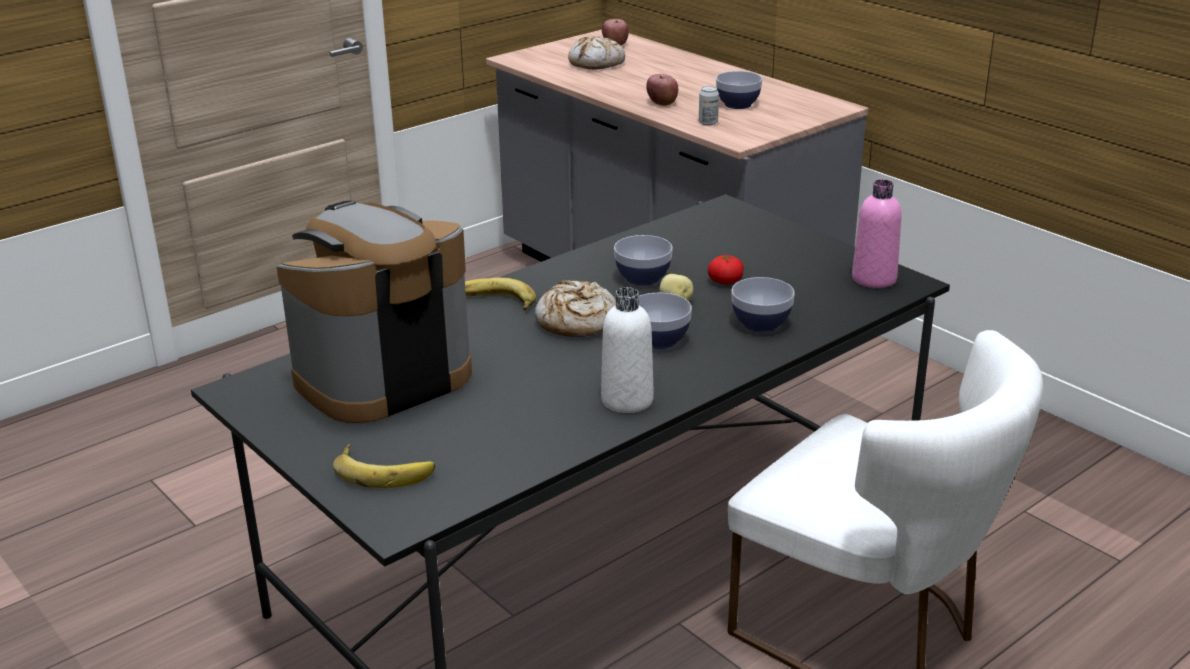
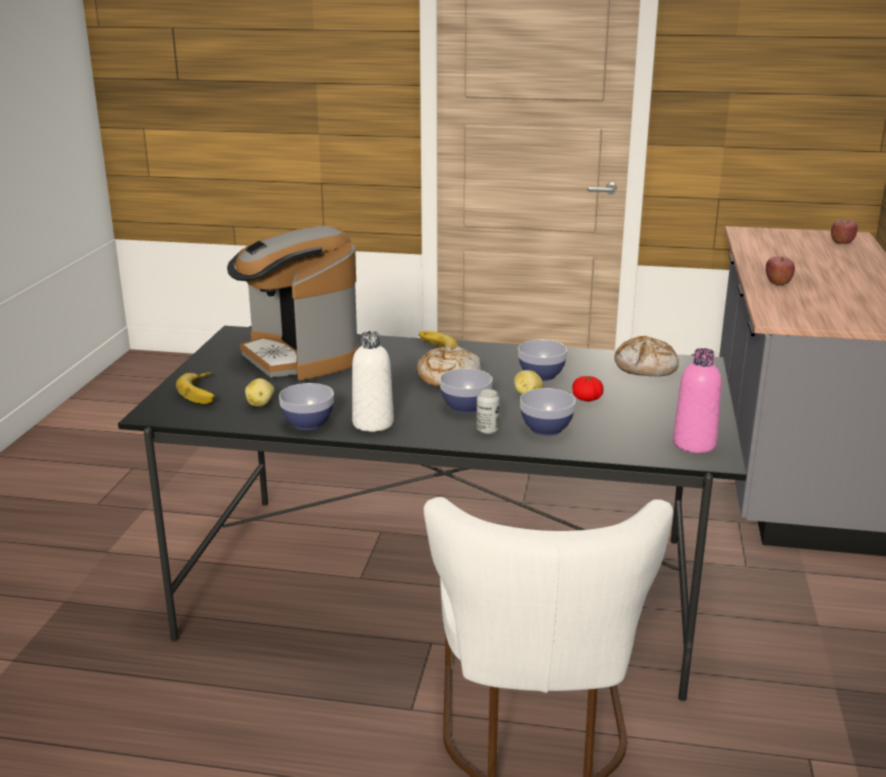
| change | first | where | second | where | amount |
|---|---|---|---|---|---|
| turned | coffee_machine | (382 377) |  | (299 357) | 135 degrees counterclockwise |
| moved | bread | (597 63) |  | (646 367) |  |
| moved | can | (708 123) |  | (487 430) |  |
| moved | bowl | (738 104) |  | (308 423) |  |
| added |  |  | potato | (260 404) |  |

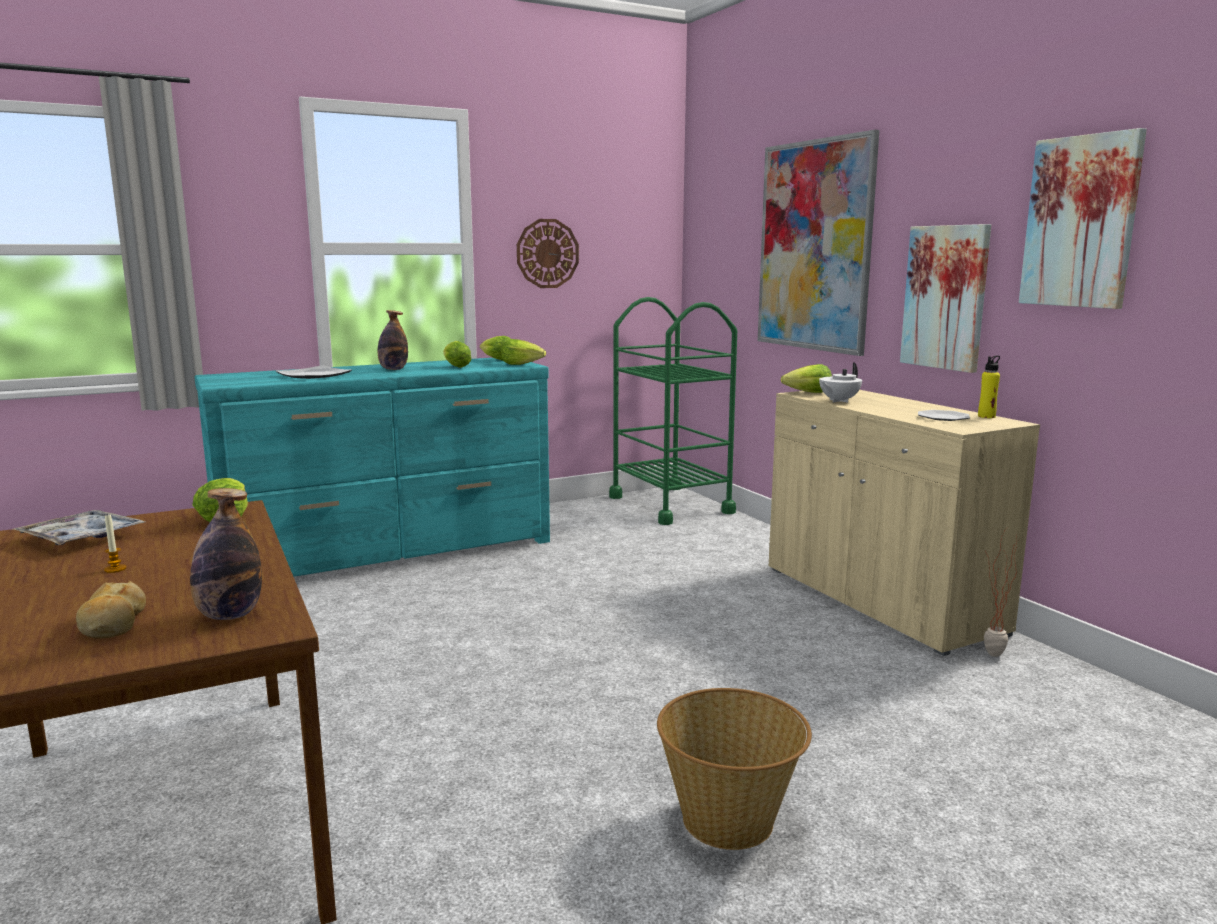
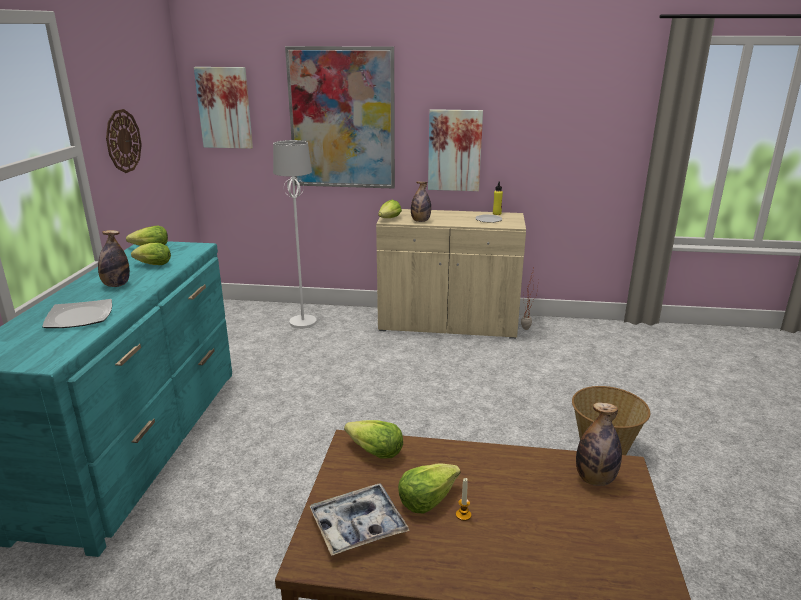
| change | first | where | second | where | amount |
|---|---|---|---|---|---|
| removed | bread | (113 623) |  |  |  |
| moved | lettuce | (522 364) |  | (427 499) |  |
| removed | green_cart | (670 505) |  |  |  |
| replaced | white_teapot | (838 401) | bottle | (420 221) |  |
| moved | picture | (1081 222) |  | (224 108) |  |
| added |  |  | white_floor_lamp | (302 322) |  |

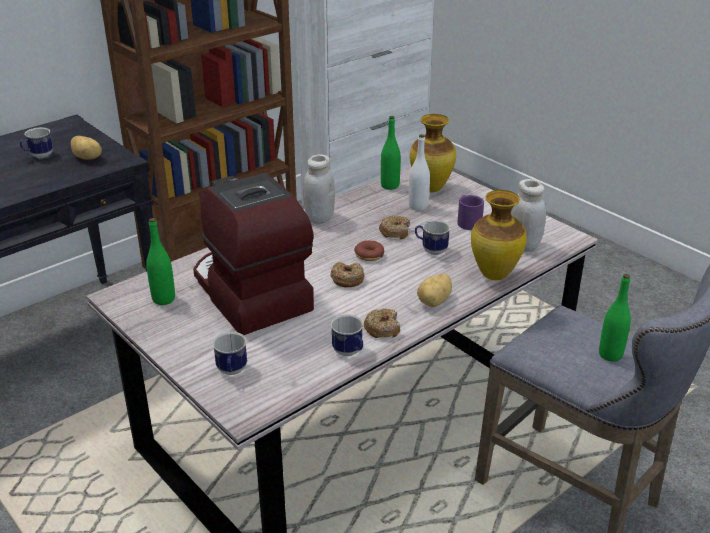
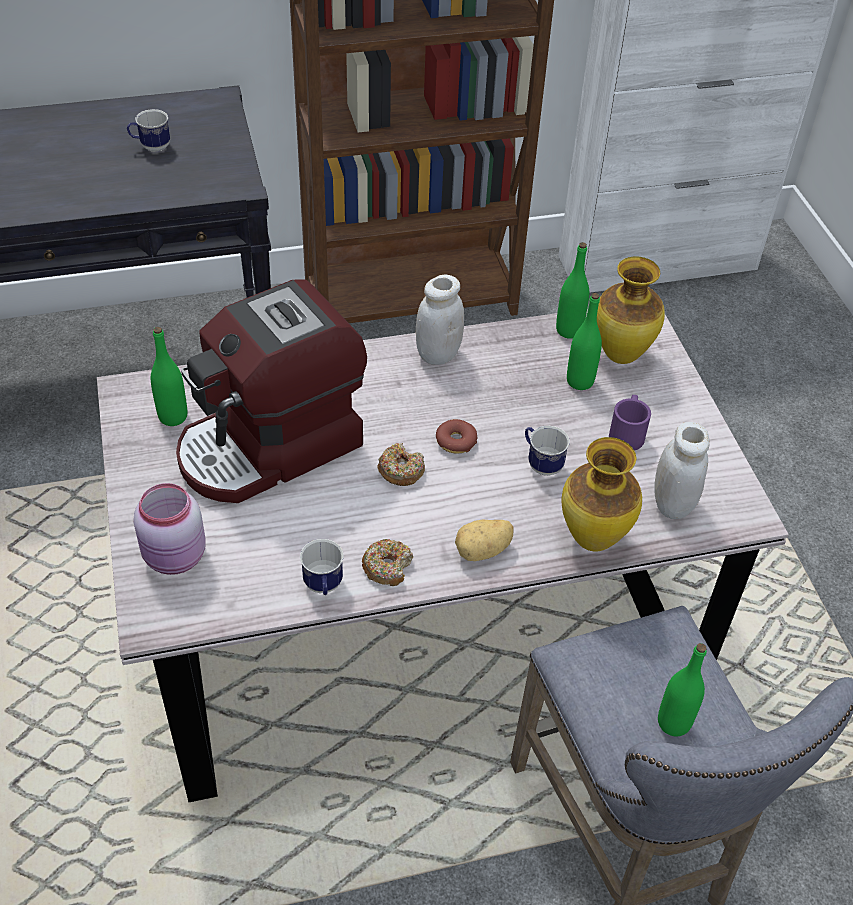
| change | first | where | second | where | amount |
|---|---|---|---|---|---|
| removed | potato | (88 157) |  |  |  |
| turned | coffee_machine | (249 294) |  | (271 447) | 120 degrees counterclockwise |
| replaced | mug | (232 372) | pink_jar | (175 557) |  |
| removed | donut | (395 232) |  |  |  |
| recoloured | white_bottle | (418 206) | green_bottle | (580 381) |  |

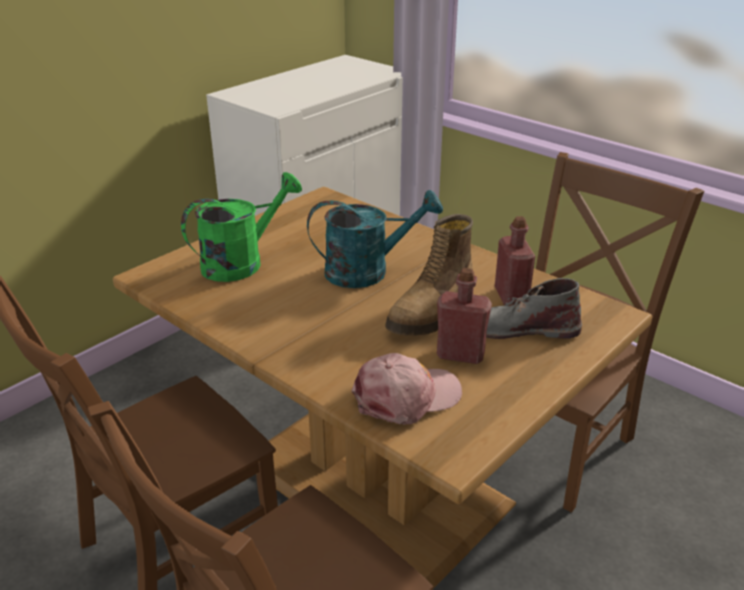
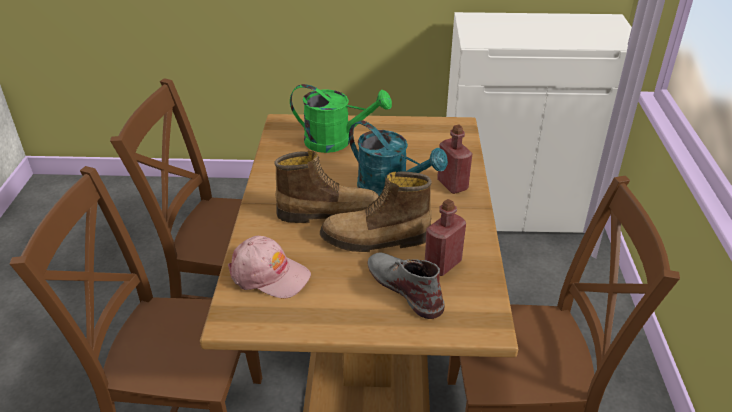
| change | first | where | second | where | amount |
|---|---|---|---|---|---|
| moved | red_bottle | (460 354) |  | (452 185) |  |
| added |  |  | boot | (330 213) |  |

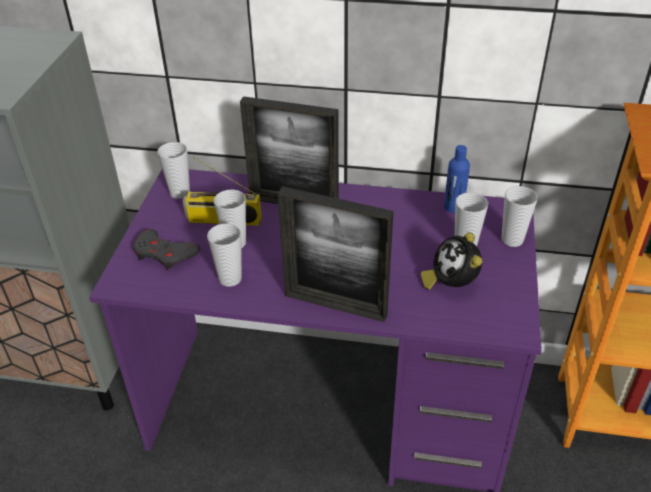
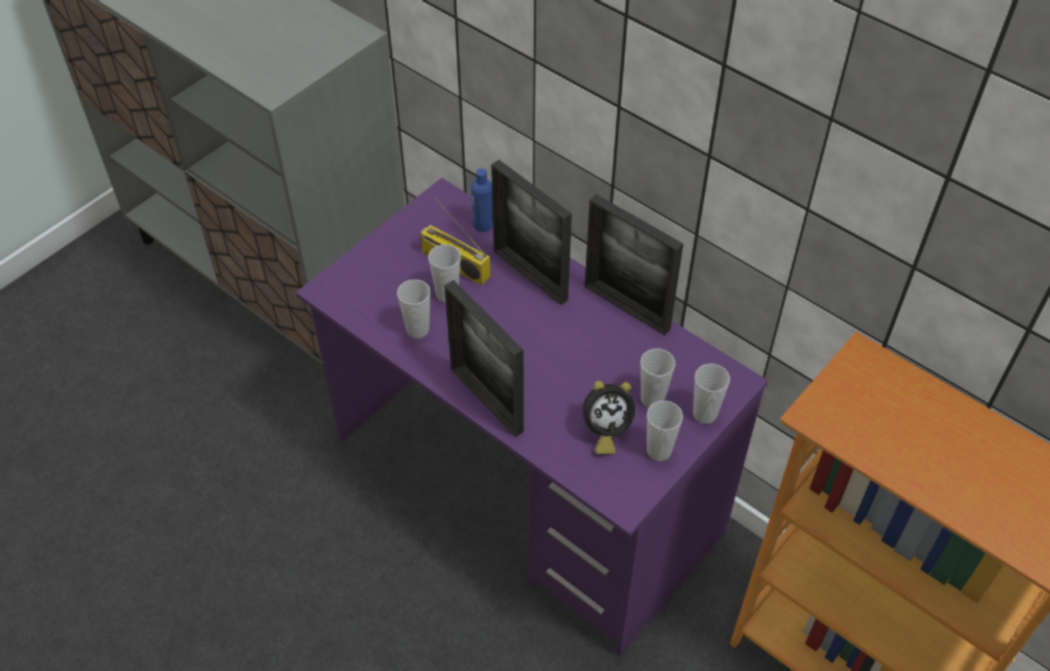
| change | first | where | second | where | amount |
|---|---|---|---|---|---|
| removed | grey_game_controller | (165 254) |  |  |  |
| moved | cup | (180 193) |  | (659 451) |  |
| turned | alarm_clock | (451 284) |  | (605 431) | 120 degrees counterclockwise |
| moved | blue_bottle | (453 207) |  | (483 225) |  |
| added |  |  | picture_frame | (626 307) |  |

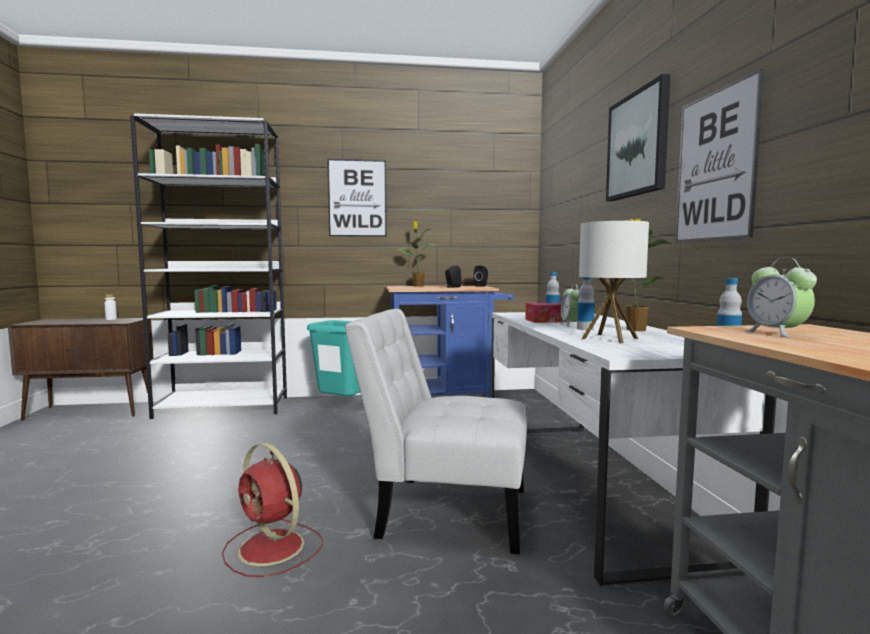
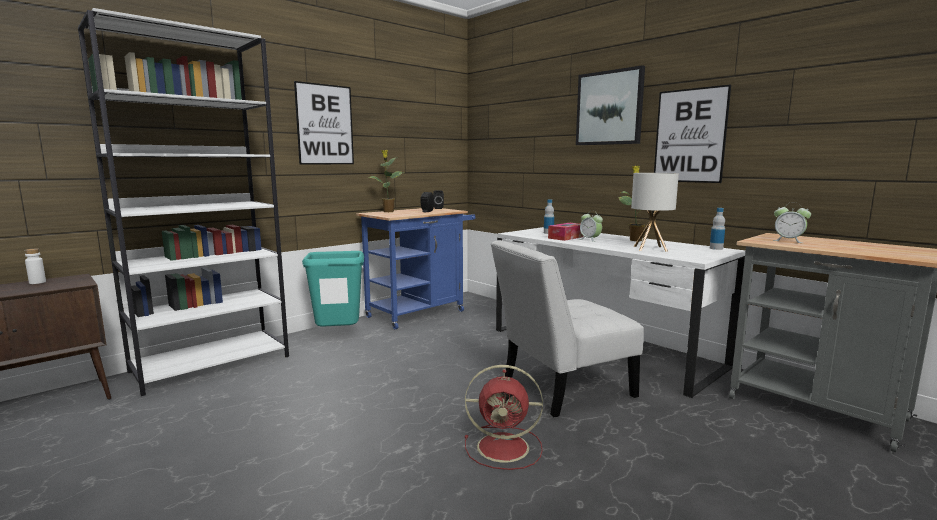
| change | first | where | second | where | amount |
|---|---|---|---|---|---|
| removed | bottle | (585 329) |  |  |  |

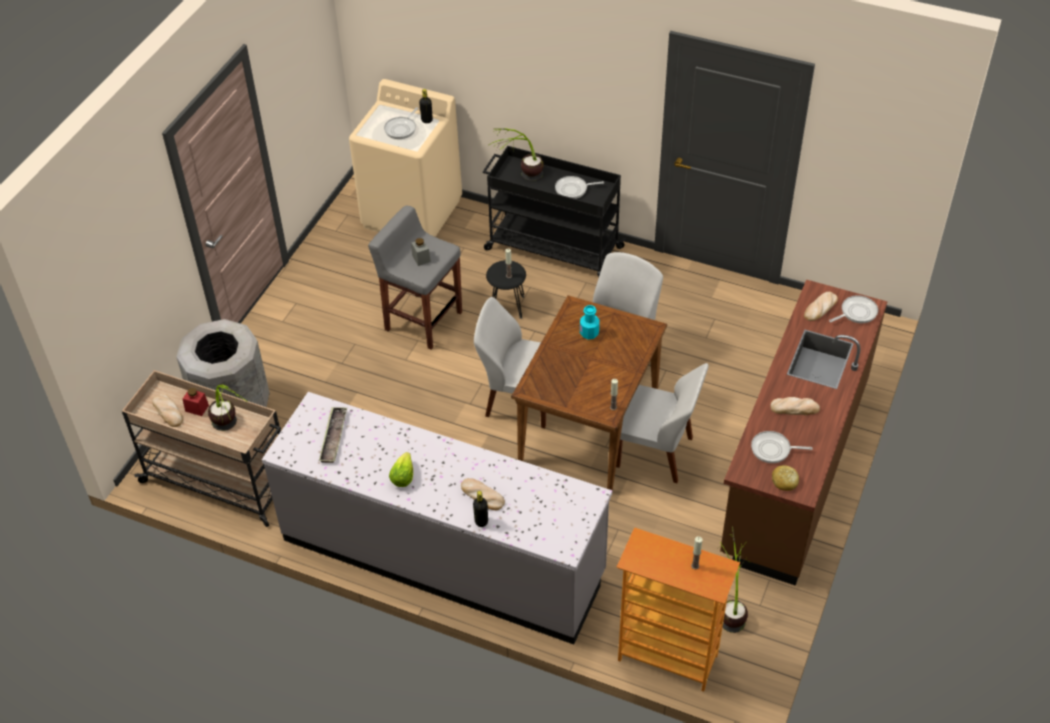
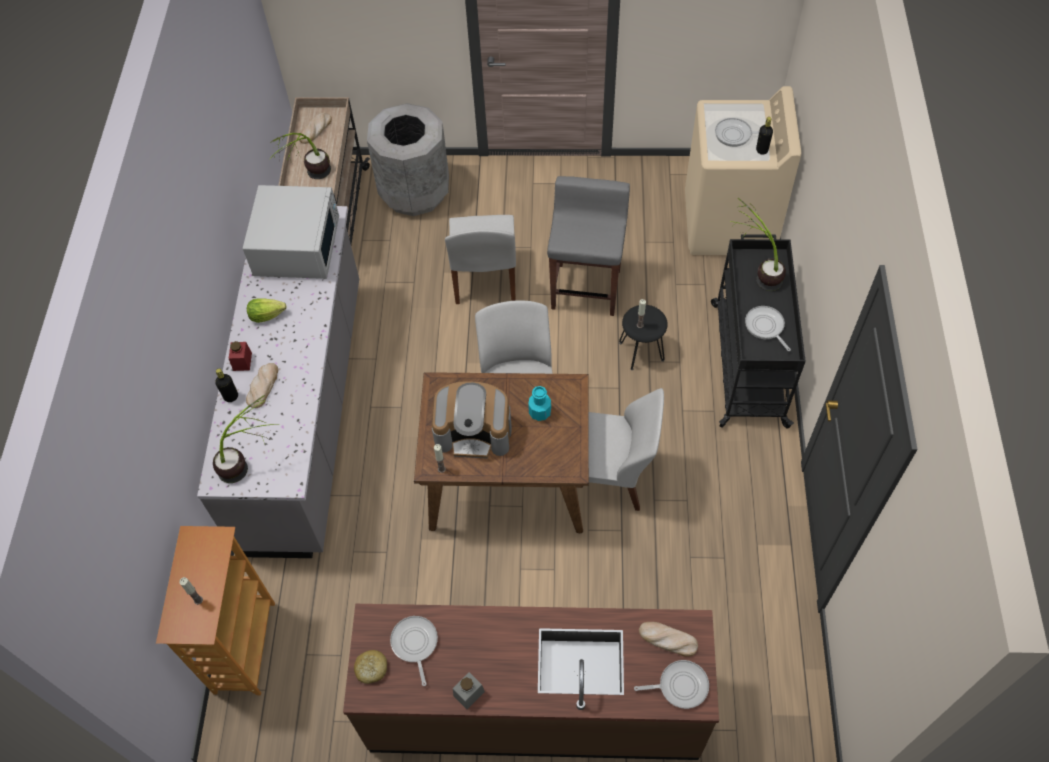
| change | first | where | second | where | amount |
|---|---|---|---|---|---|
| moved | red_jar | (197 408) |  | (242 361) |  |
| replaced | tray | (333 437) | white_microwave | (297 246) |  |
| moved | grey_jar | (421 258) |  | (469 693) |  |
| moved | white_chair | (657 453) |  | (484 280) |  |
| moved | potted_plant | (730 607) |  | (250 463) |  |
| removed | bread | (794 408) |  |  |  |
| turned | frying_pan | (856 312) |  | (680 686) | 45 degrees counterclockwise |
| added |  |  | coffee_machine | (474 432) |  |

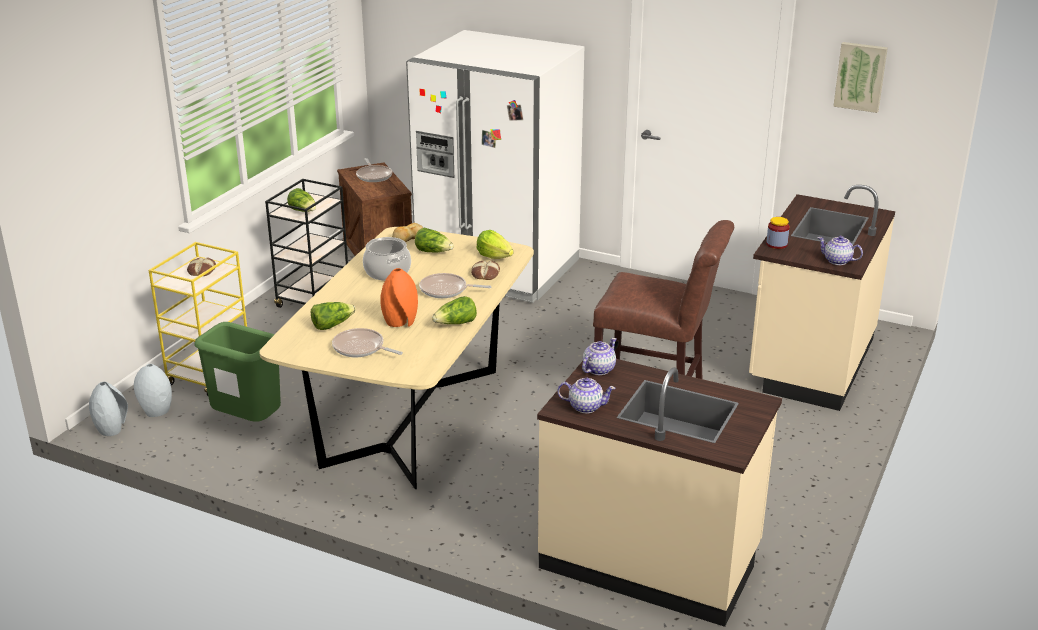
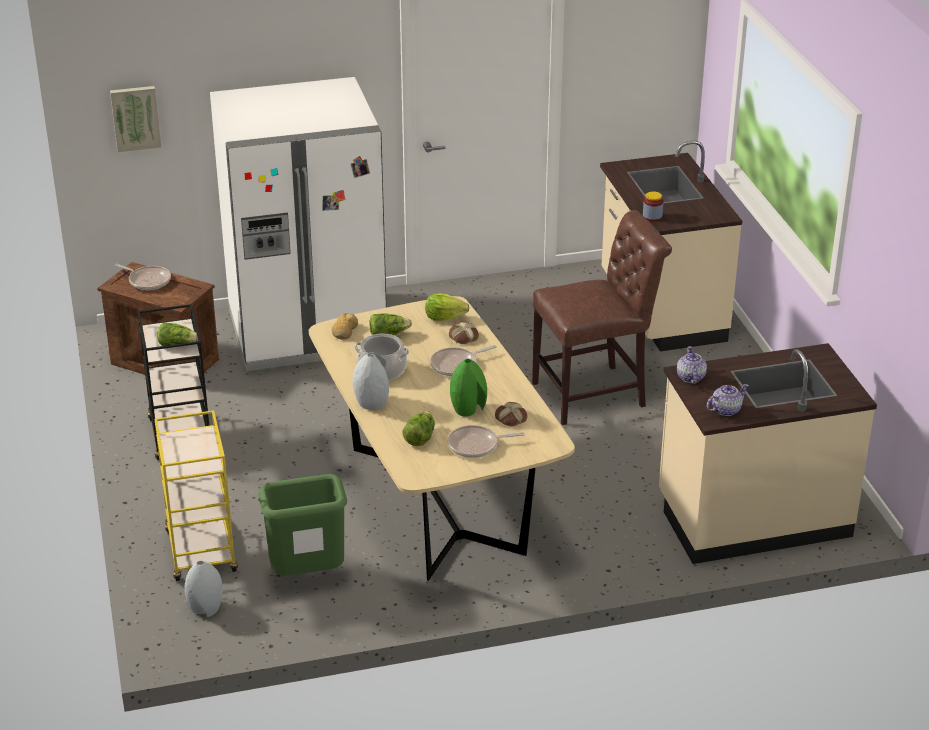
| change | first | where | second | where | amount |
|---|---|---|---|---|---|
| moved | grey_vase | (112 428) |  | (371 402) |  |
| moved | bread | (201 271) |  | (510 418) |  |
| recoloured | orange_vase | (401 322) | green_vase | (469 409) |  |
| removed | lettuce | (456 324) |  |  |  |
| removed | teapot | (838 261) |  |  |  |
| moved | picture | (860 76) |  | (135 117) |  |

